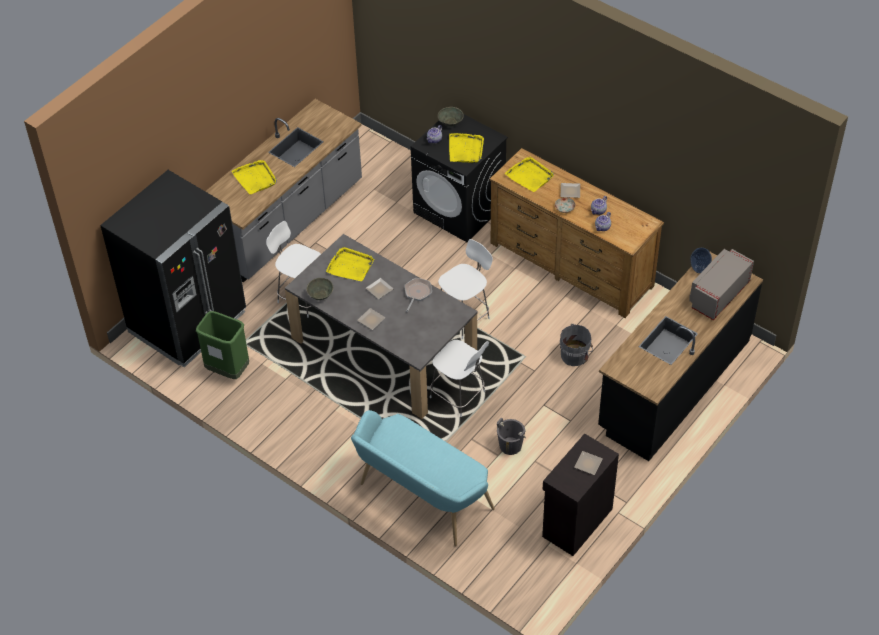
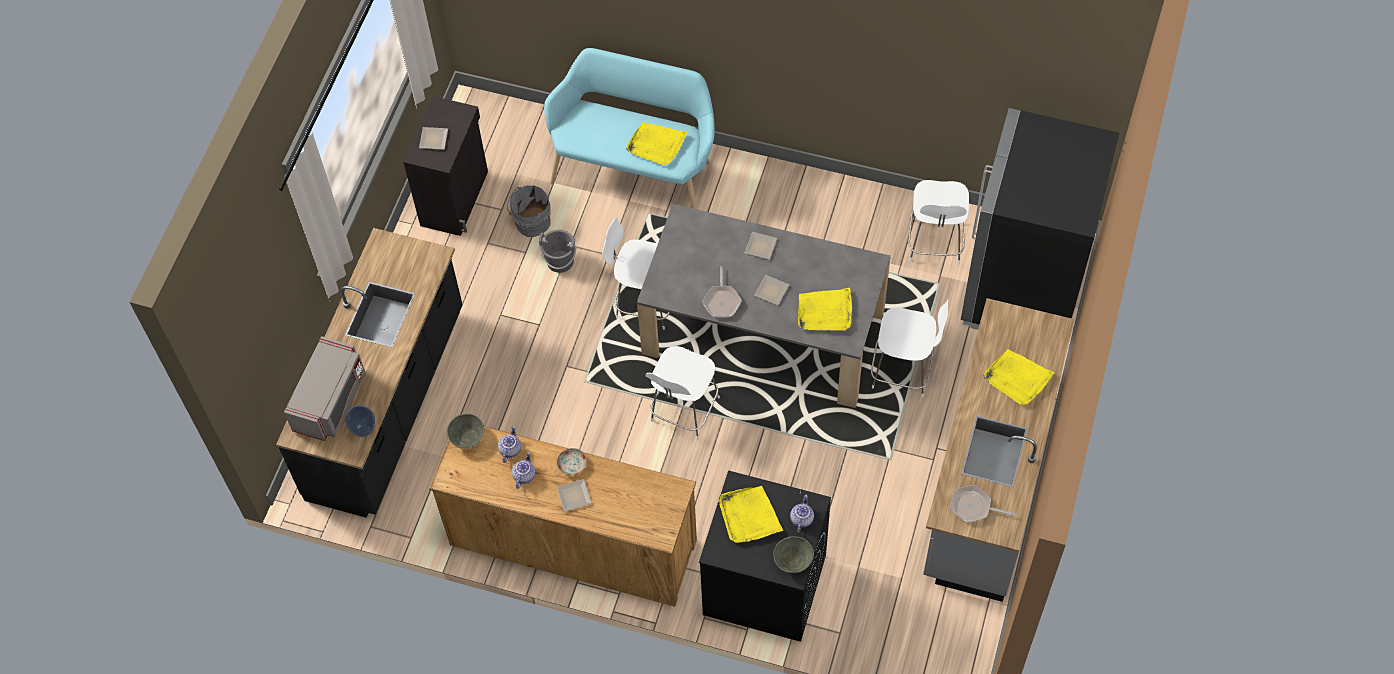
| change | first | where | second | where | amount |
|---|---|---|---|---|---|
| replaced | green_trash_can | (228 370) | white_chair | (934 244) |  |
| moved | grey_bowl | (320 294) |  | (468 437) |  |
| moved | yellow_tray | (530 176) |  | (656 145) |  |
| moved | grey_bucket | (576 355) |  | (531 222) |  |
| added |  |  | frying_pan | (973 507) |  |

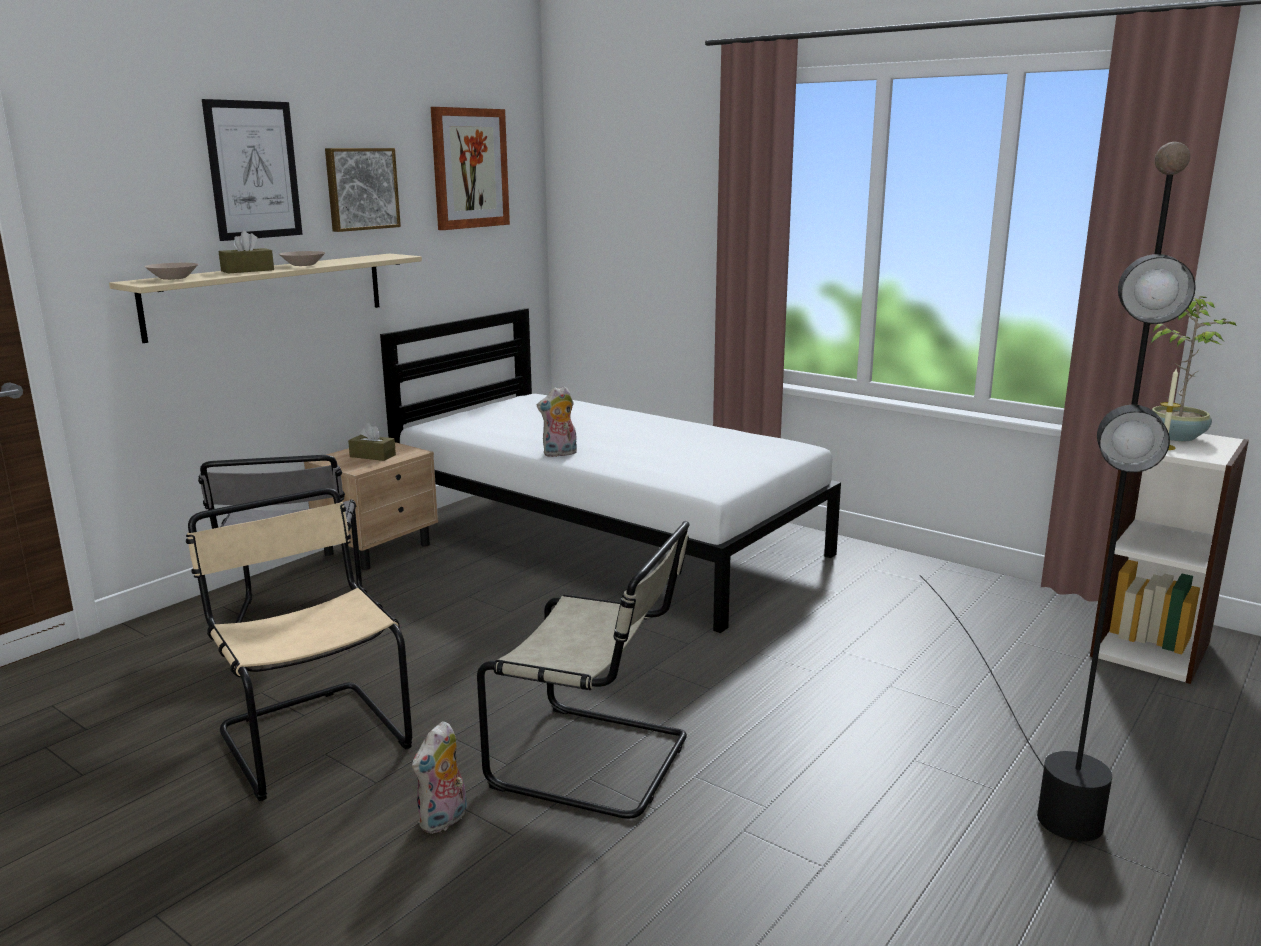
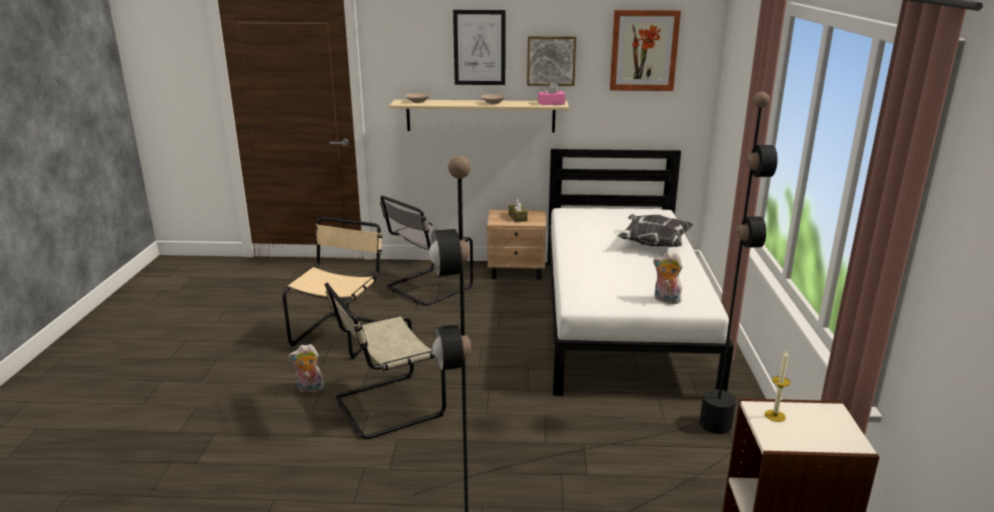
| change | first | where | second | where | amount |
|---|---|---|---|---|---|
| removed | brown_tissue_box | (247 270) |  |  |  |
| turned | beige_chair | (598 762) |  | (385 407) | 75 degrees clockwise |
| moved | plush_toy | (560 454) |  | (665 300) |  |
| removed | potted_plant | (1176 436) |  |  |  |
| added |  |  | black_floor_lamp | (637 440) |  |
| added |  |  | pink_tissue_box | (551 103) |  |
| added |  |  | pillow | (653 244) |  |

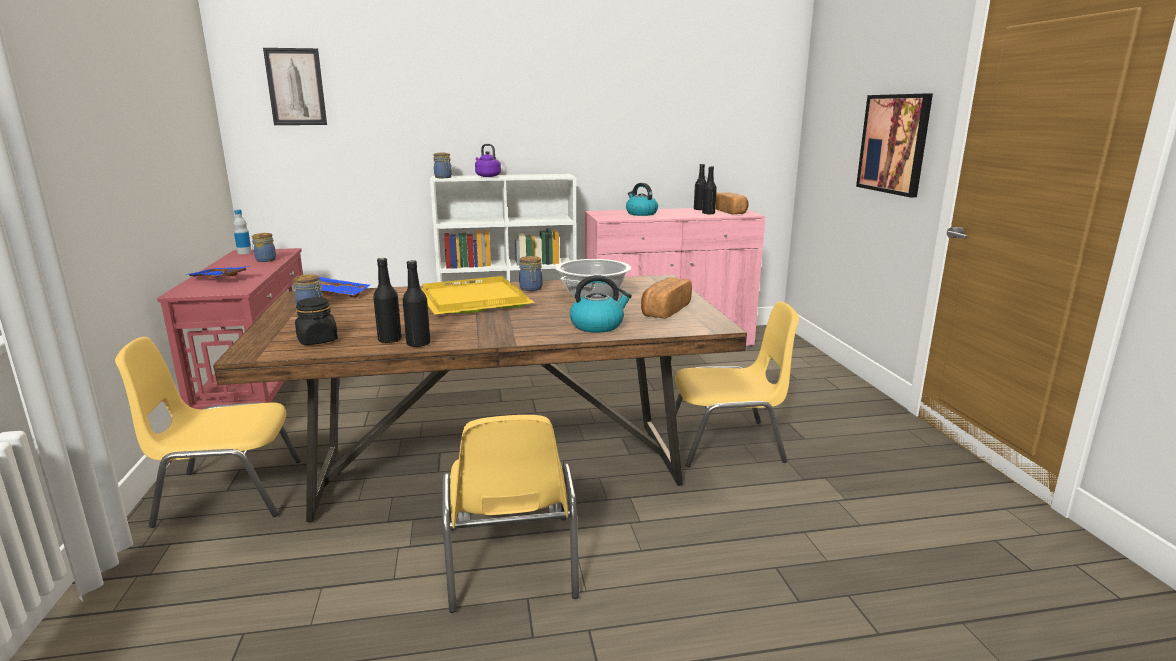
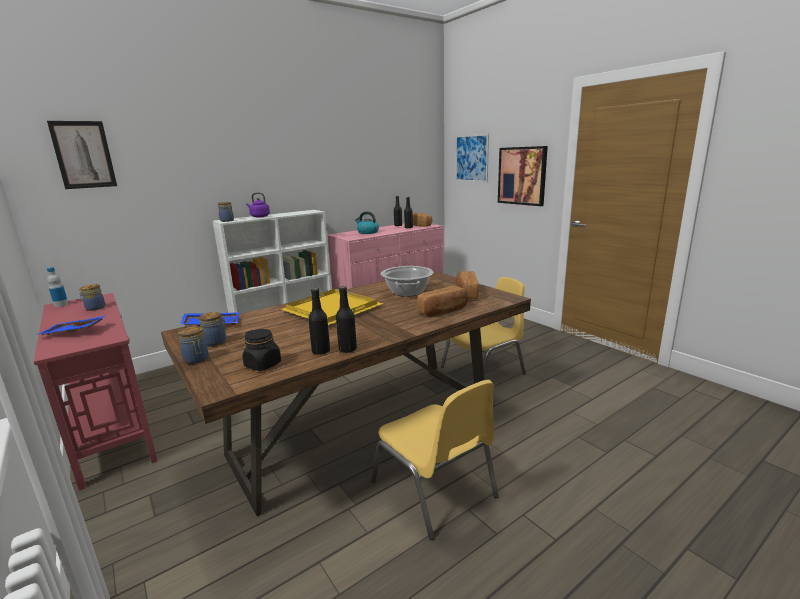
| change | first | where | second | where | amount |
|---|---|---|---|---|---|
| removed | yellow_chair | (228 492) |  |  |  |
| moved | jar | (531 289) |  | (196 360) |  |
| replaced | kettle | (597 325) | bread | (443 311) |  |
| added |  |  | picture | (471 158) |  |

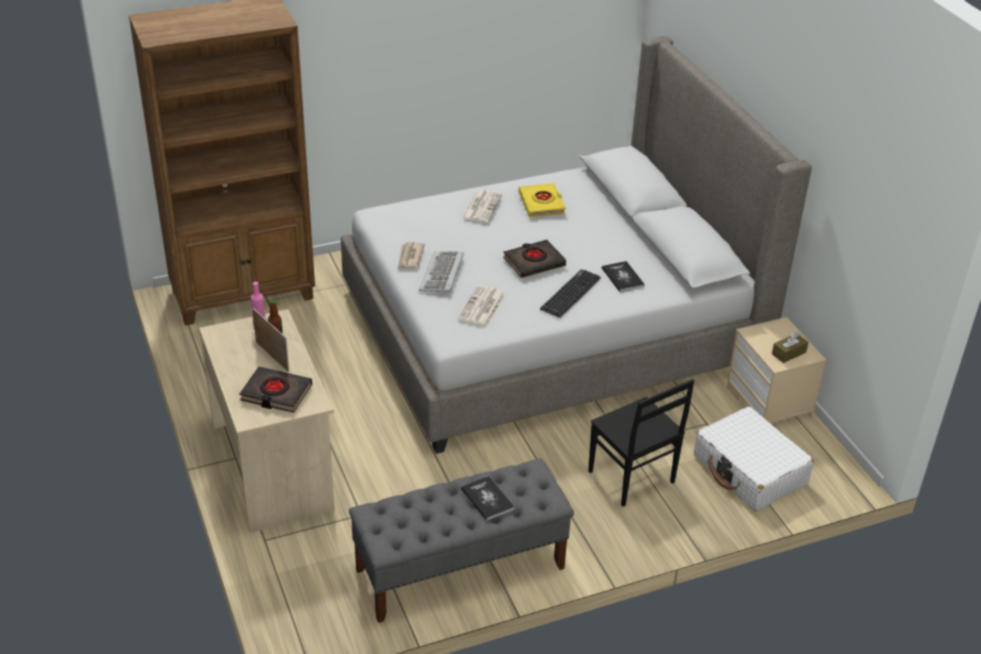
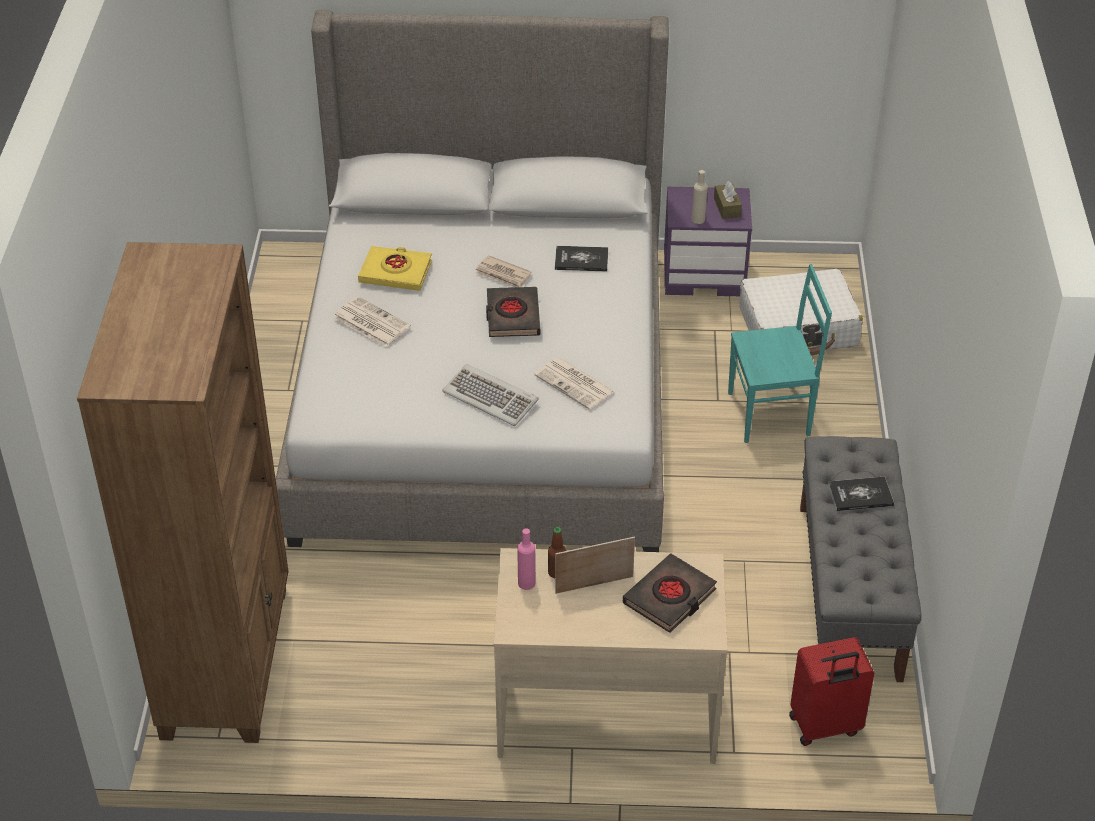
| change | first | where | second | where | amount |
|---|---|---|---|---|---|
| moved | newspaper | (410 257) |  | (503 275) |  |
| removed | keyboard | (570 294) |  |  |  |
| recoloured | black_chair | (631 478) | turquoise_chair | (770 414) |  |
| recoloured | beige_nightstand | (770 402) | purple_nightstand | (705 274) |  |
| added |  |  | beige_bottle | (698 219) |  |
| added |  |  | red_suitcase | (825 727) |  |

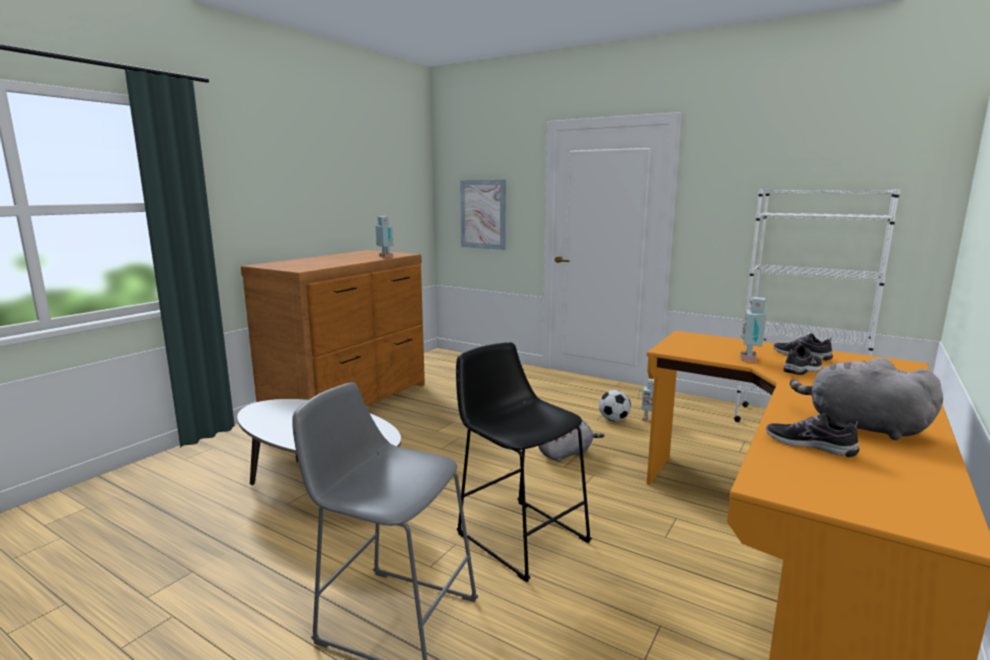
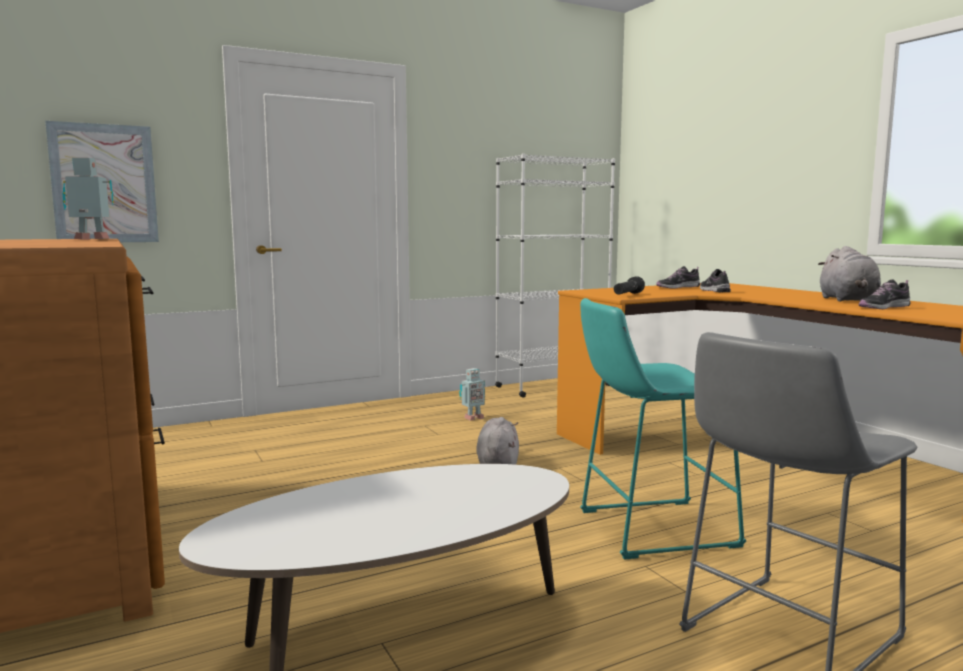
| change | first | where | second | where | amount |
|---|---|---|---|---|---|
| recoloured | black_stool | (518 534) | turquoise_stool | (648 528) |  |
| removed | football | (614 420) |  |  |  |
| removed | toy_robot | (750 359) |  |  |  |
| turned | grey_plush_toy | (859 427) |  | (848 300) | 60 degrees counterclockwise |
| added |  |  | black_flashlight | (627 295) |  |

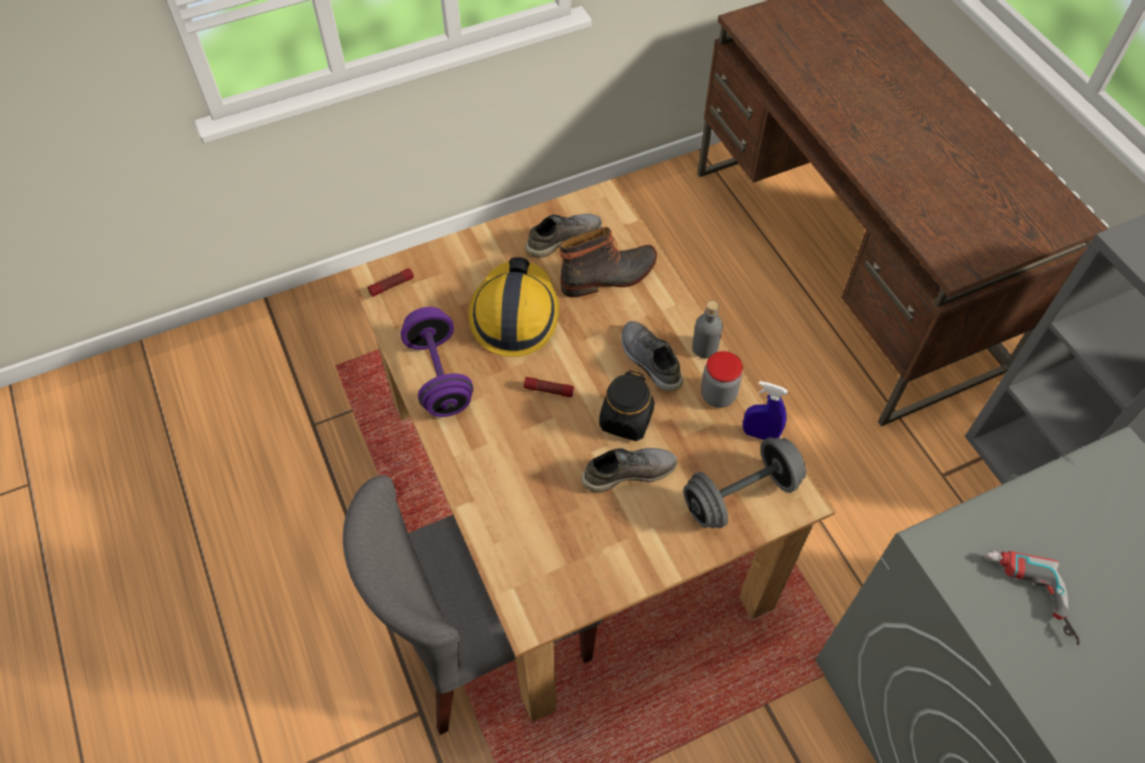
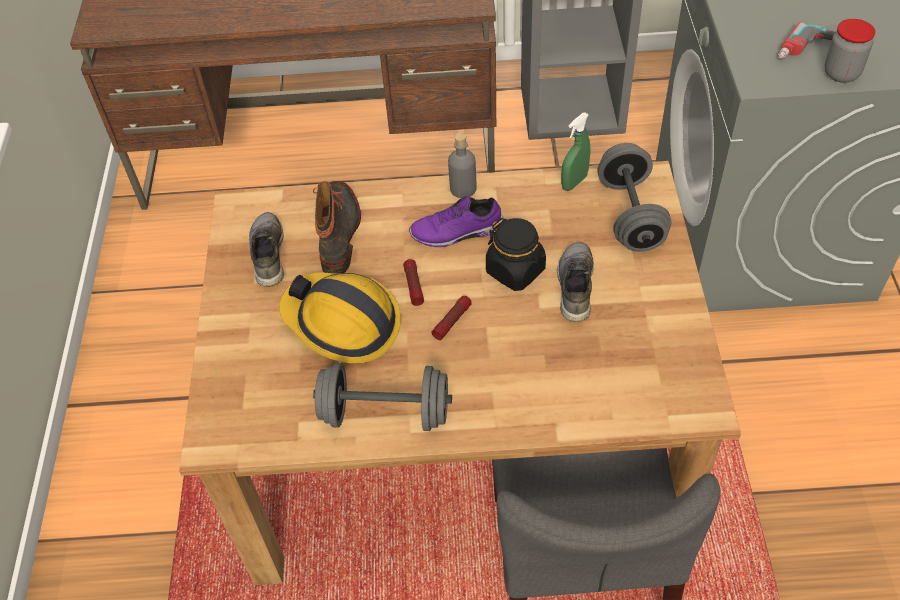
| change | first | where | second | where | amount |
|---|---|---|---|---|---|
| moved | flashlight | (391 286) |  | (413 286) |  |
| recoloured | purple_dumbbell | (439 376) | grey_dumbbell | (385 413) |  |
| recoloured | grey_shoe | (649 361) | purple_shoe | (457 233) |  |
| moved | jar | (718 395) |  | (841 73) |  |
| recoloured | blue_spray_bottle | (760 434) | green_spray_bottle | (574 182) |  |

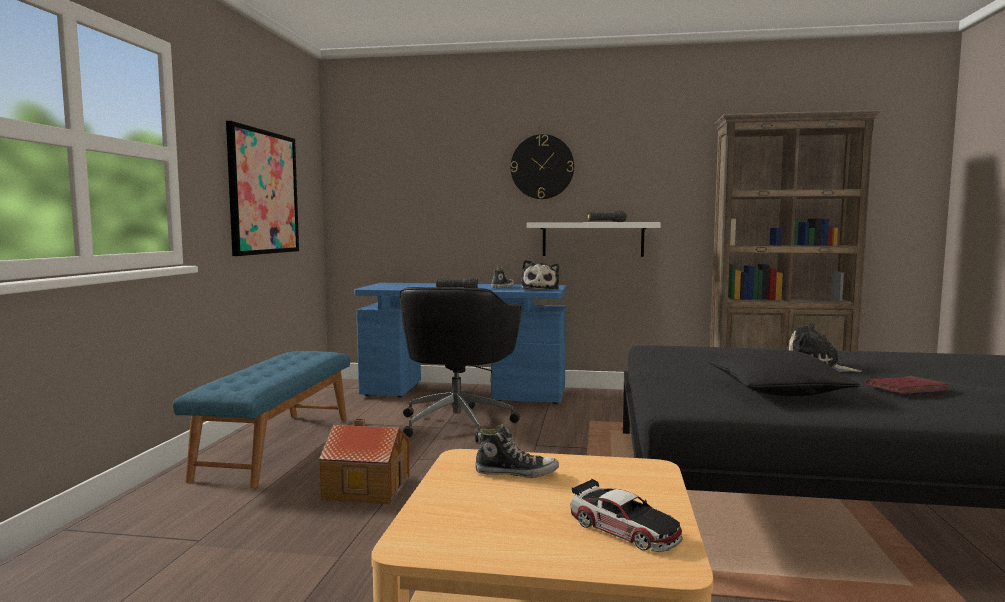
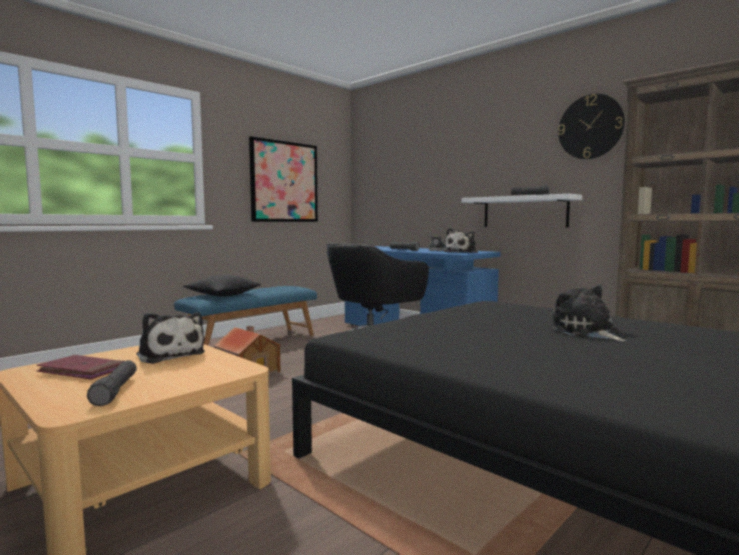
| change | first | where | second | where | amount |
|---|---|---|---|---|---|
| replaced | shoe | (516 473) | plush_toy | (170 354) |  |
| moved | wall_clock | (542 167) |  | (590 127) |  |
| replaced | toy_car | (625 529) | black_flashlight | (115 391) |  |
| moved | black_pillow | (777 392) |  | (223 295) |  |
| moved | red_book | (907 389) |  | (82 371) |  |

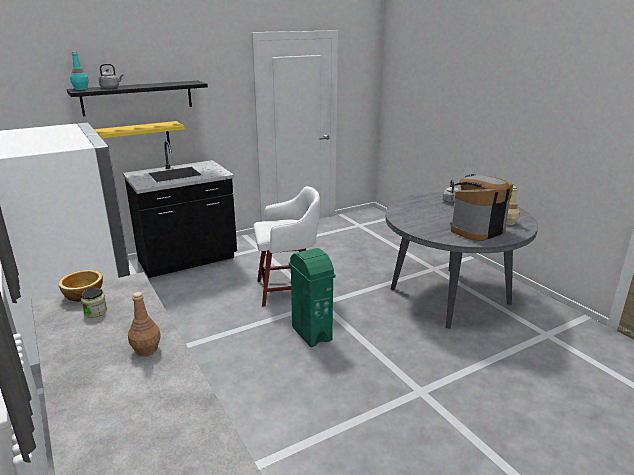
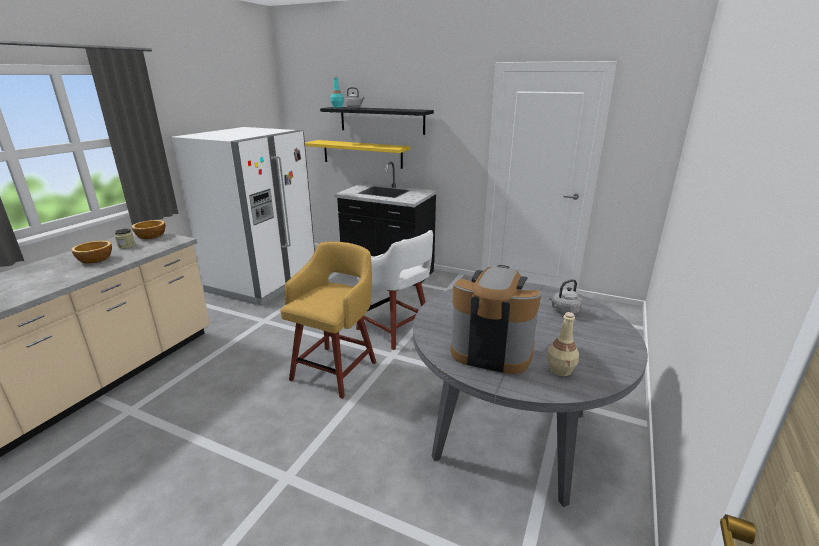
| change | first | where | second | where | amount |
|---|---|---|---|---|---|
| removed | brown_bottle | (146 350) |  |  |  |
| replaced | green_trash_can | (311 333) | yellow_stool | (336 369) |  |
| added |  |  | bowl | (95 259) |  |

